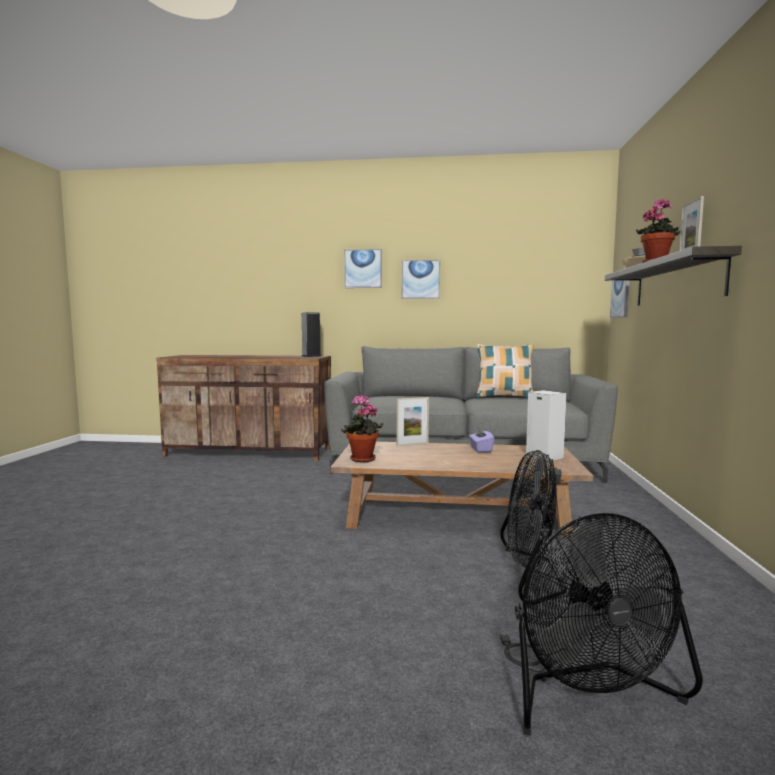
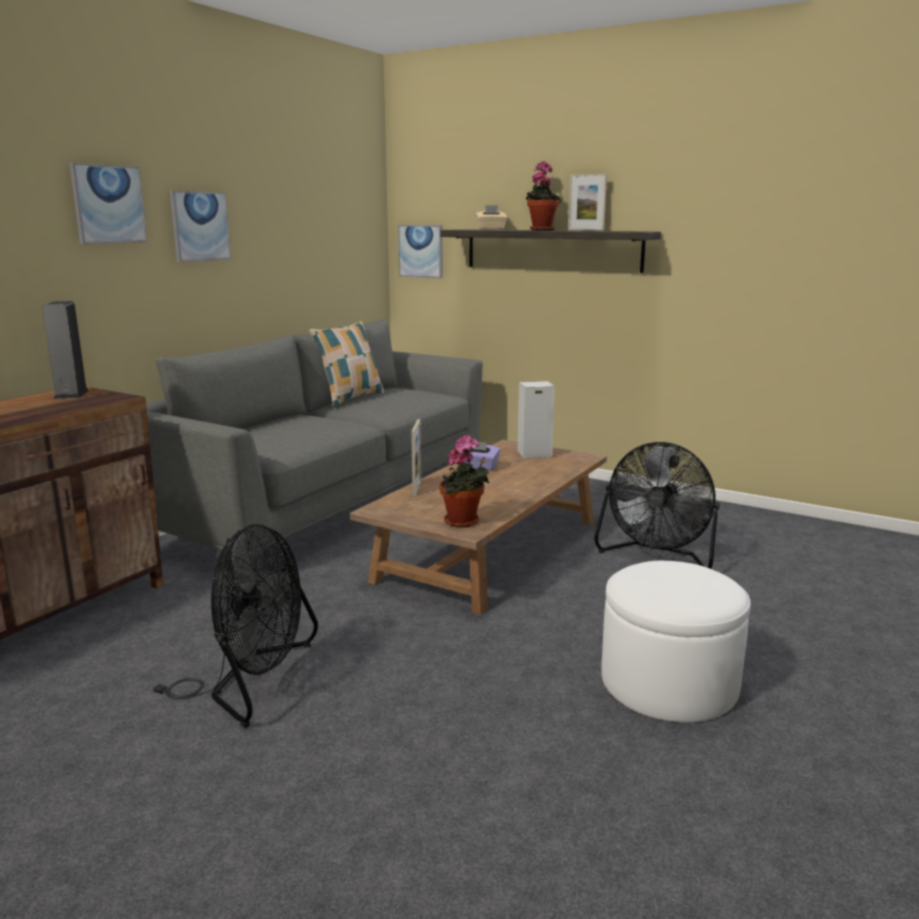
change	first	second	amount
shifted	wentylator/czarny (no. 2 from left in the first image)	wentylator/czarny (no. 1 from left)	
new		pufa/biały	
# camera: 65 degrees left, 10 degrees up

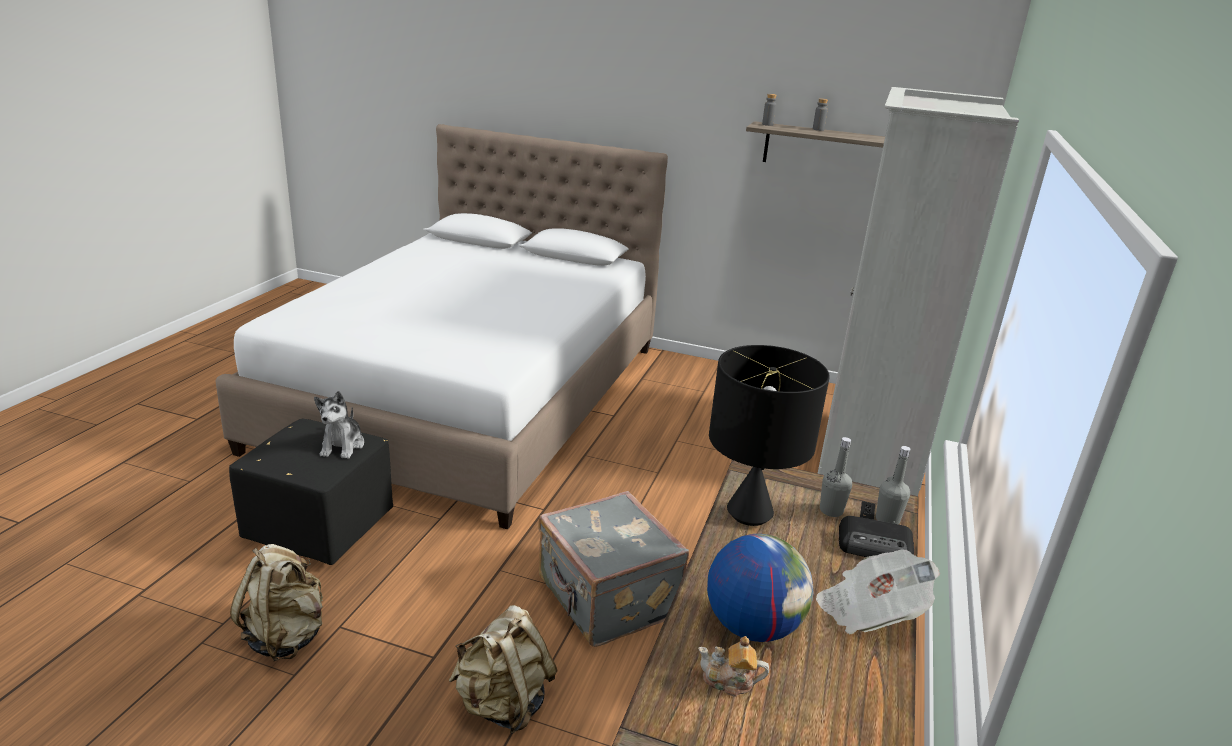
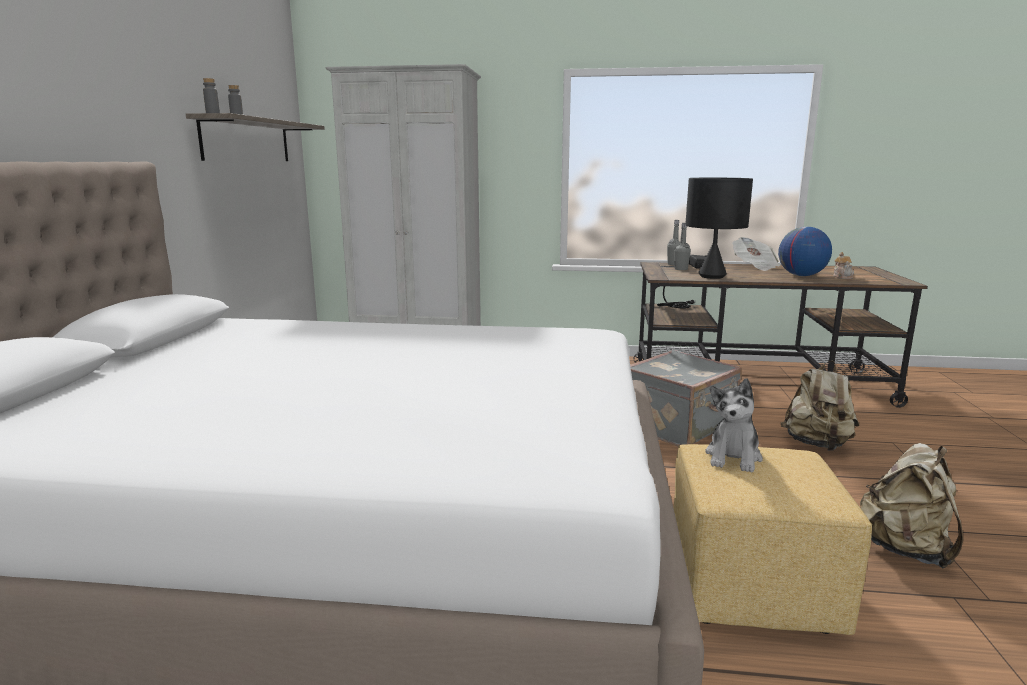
change	first	second	amount
repainted	pufa/czarny	pufa/żółty	
rotated	pluszak		120 degrees clockwise
# camera: 100 degrees left, 10 degrees down

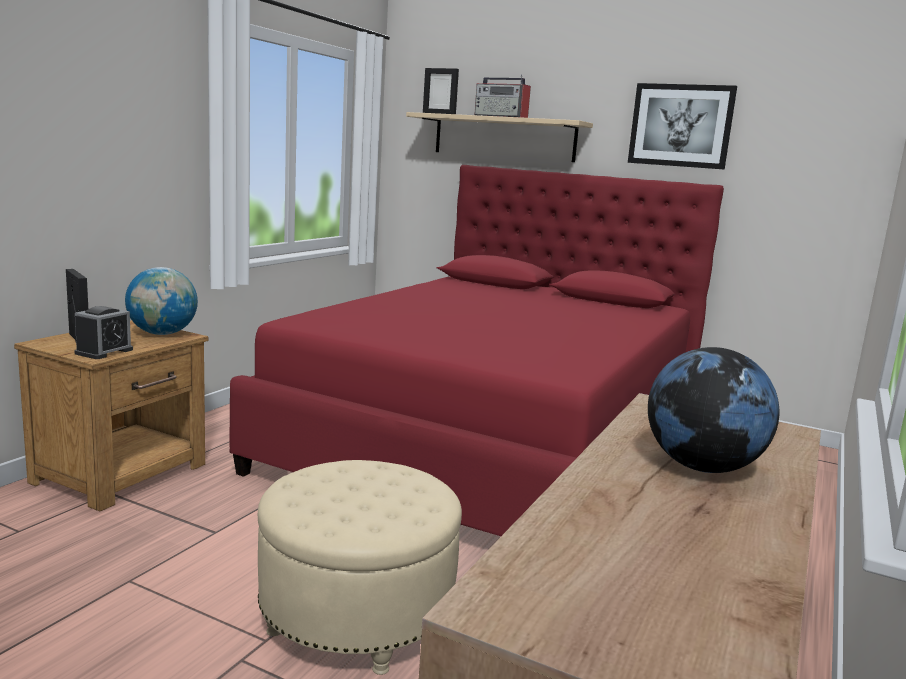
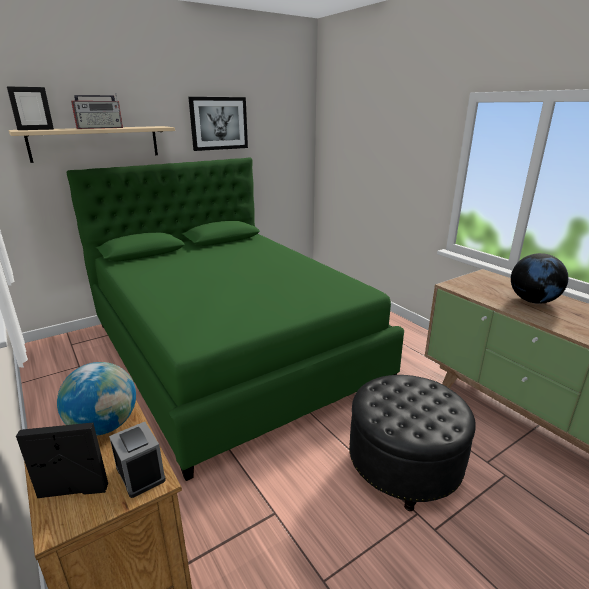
change	first	second	amount
repainted	łóżko/czerwony	łóżko/zielony	
repainted	pufa/beżowy	pufa/czarny	
# camera: 60 degrees left, 10 degrees up

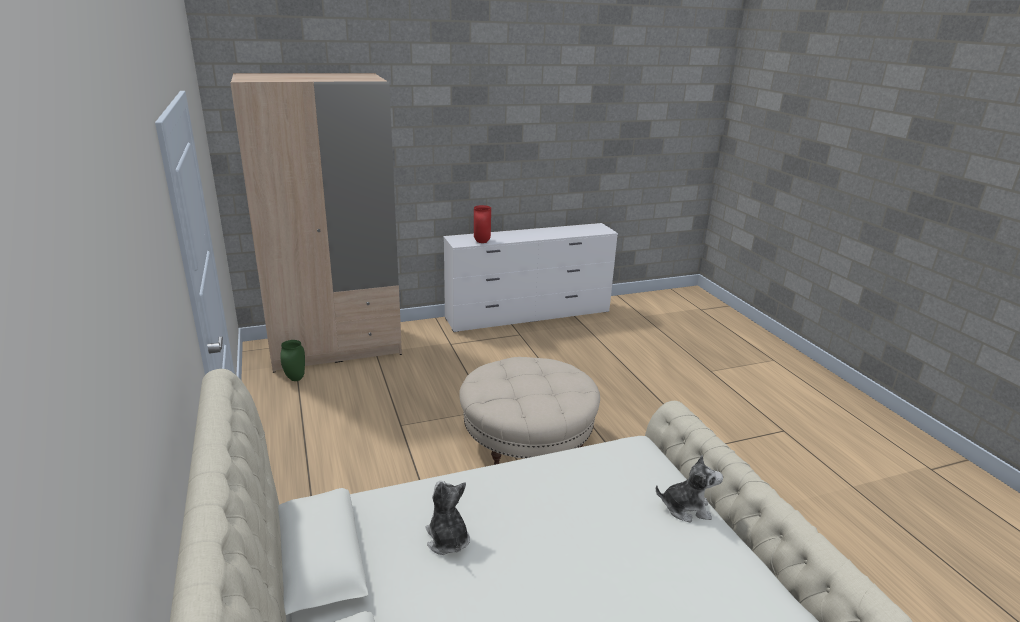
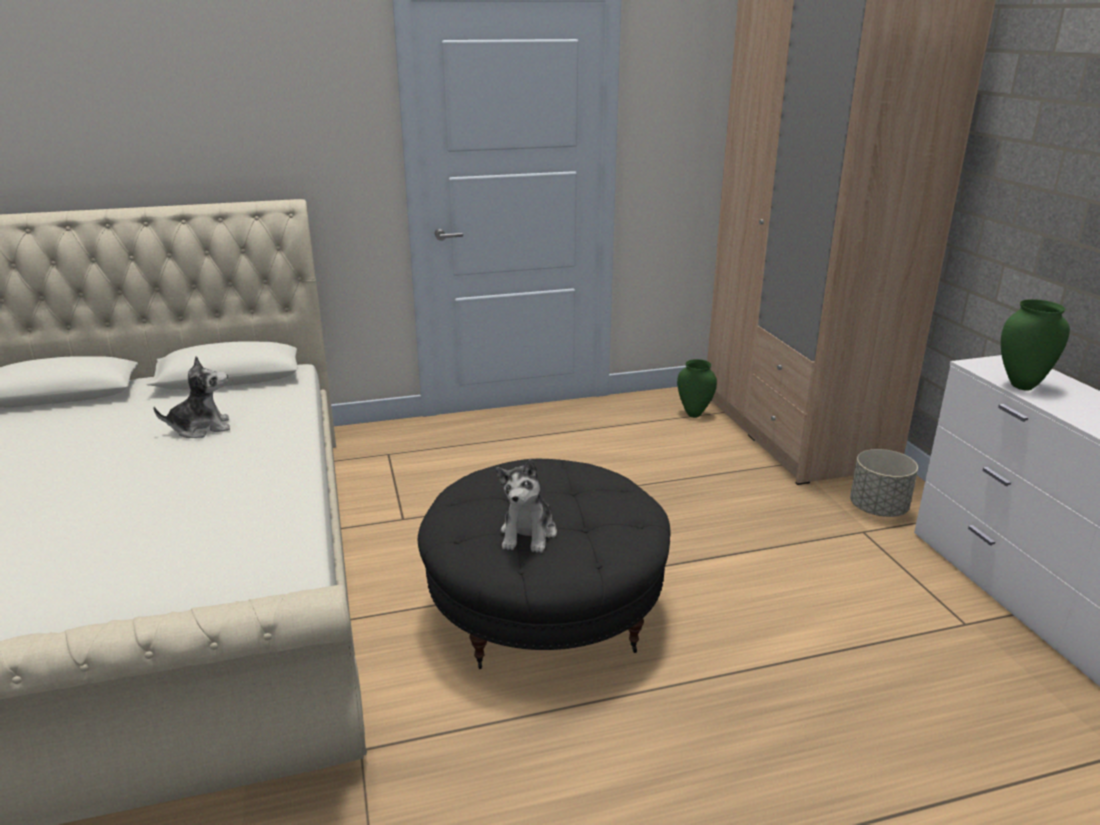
change	first	second	amount
repainted	pufa/beżowy	pufa/czarny	
repainted	wazon/czerwony	wazon/zielony (no. 2 from left)	
shifted	pluszak (no. 2 from left)		
new		donica/szary	
# camera: 95 degrees right, 0 degrees up

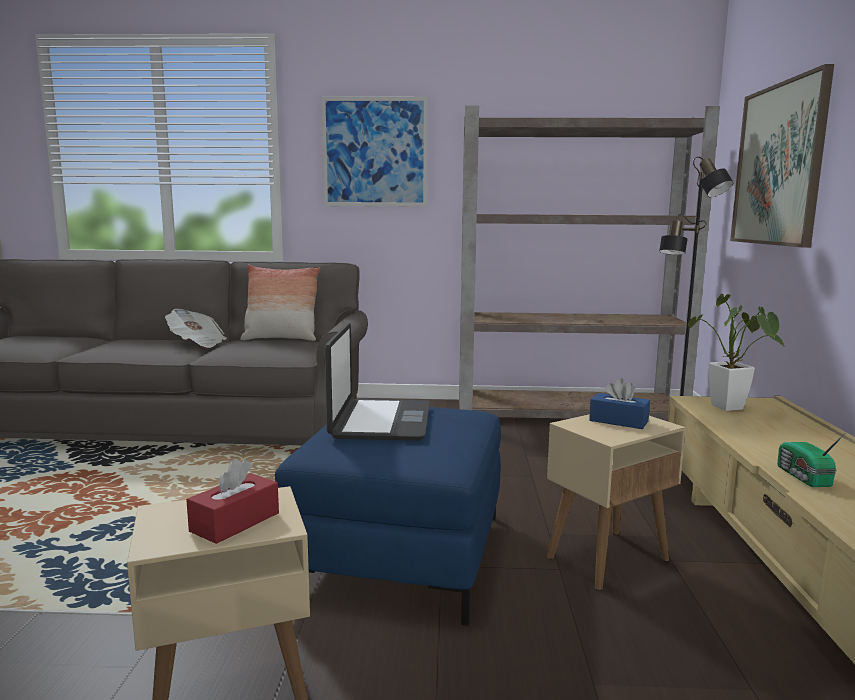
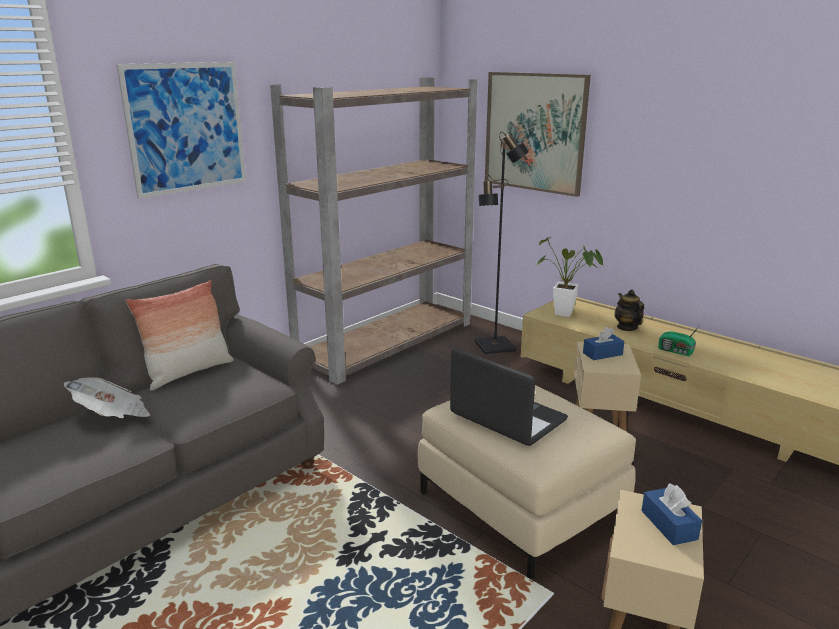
change	first	second	amount
repainted	pudełko chusteczek/czerwony	pudełko chusteczek/niebieski (no. 2 from left)	
repainted	pufa/niebieski	pufa/beżowy	
new		imbryk	
# camera: 50 degrees left, 10 degrees up

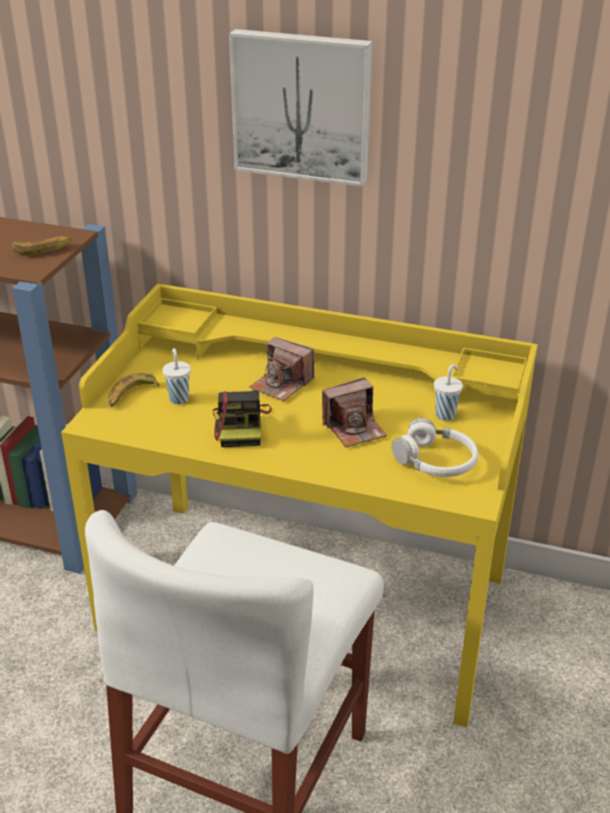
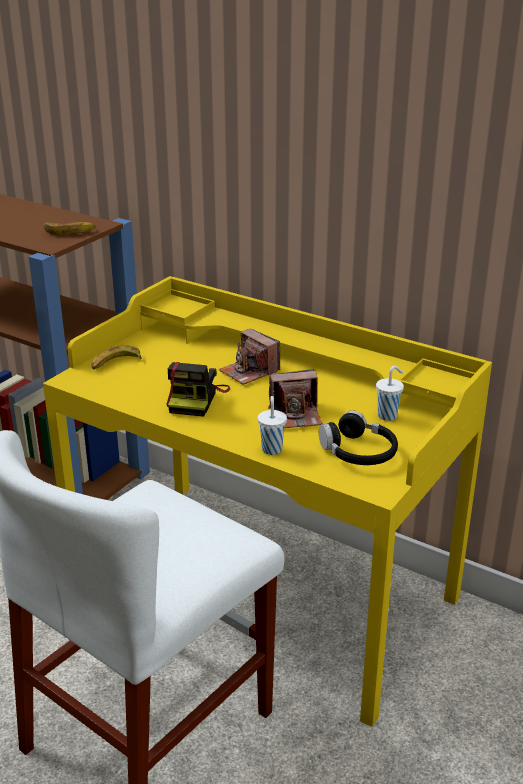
change	first	second	amount
shifted	filiżanka/biały (no. 1 from left)		
gone	obraz		
repainted	słuchawki/biały	słuchawki/czarny	
# camera: 15 degrees right, 5 degrees down

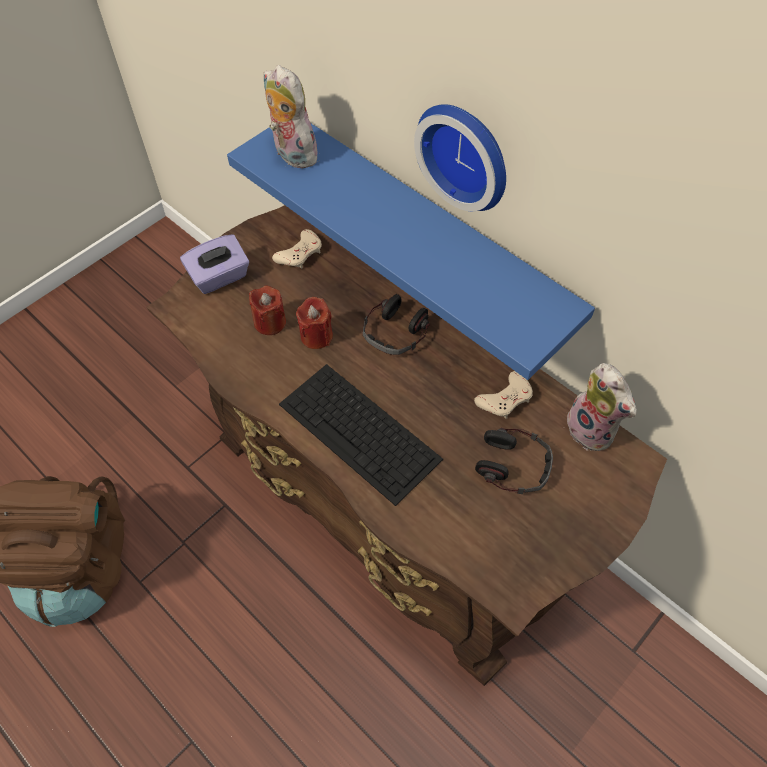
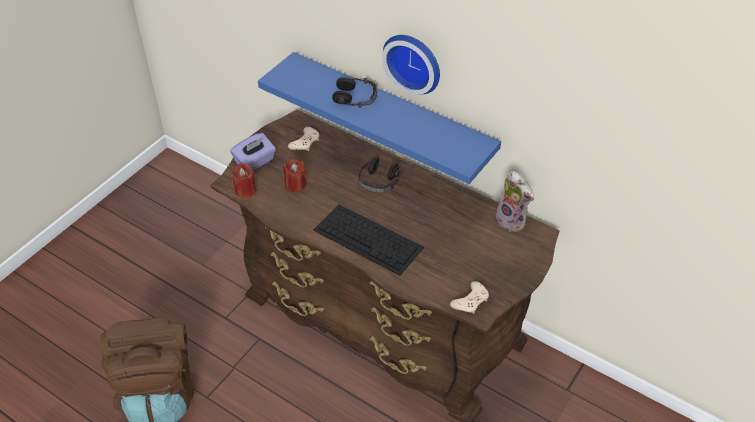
change	first	second	amount
gone	pluszak (no. 1 from left)		
shifted	świeca/czerwony (no. 2 from left in the first image)	świeca/czerwony (no. 1 from left)	
shifted	pad do gier/beżowy (no. 2 from left)		
shifted	słuchawki (no. 2 from left in the first image)	słuchawki (no. 1 from left)	
# camera: 10 degrees left, 10 degrees down

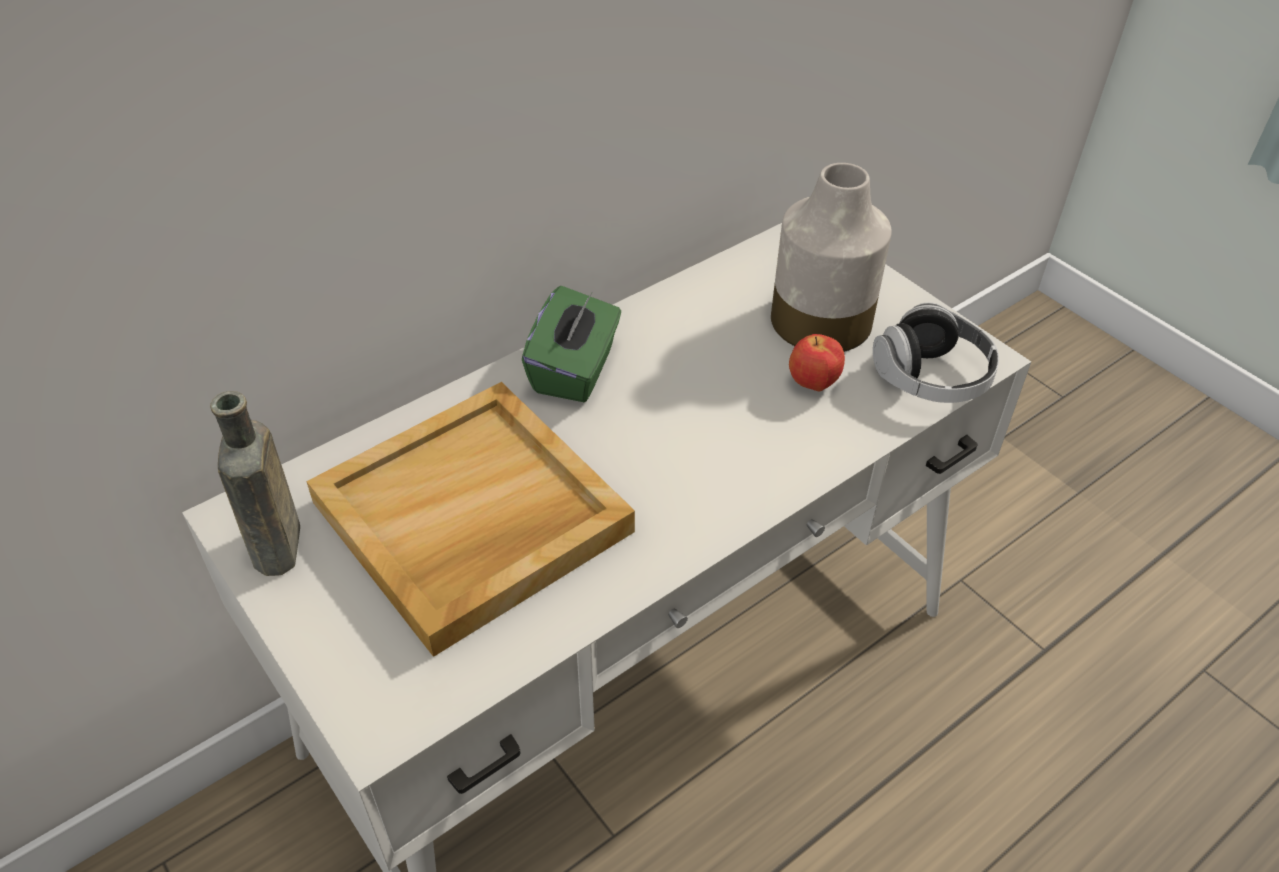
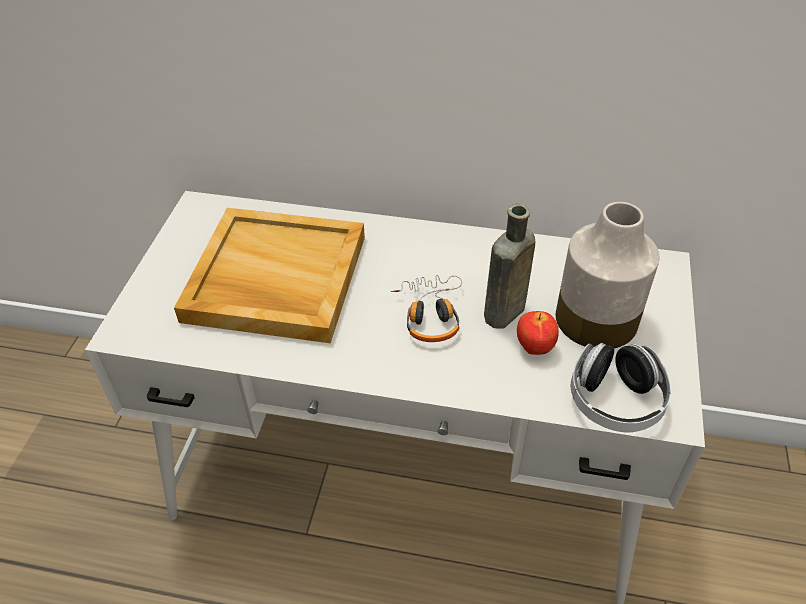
change	first	second	amount
shifted	butelka/brązowy		
gone	pudełko chusteczek/zielony		
new		słuchawki (no. 1 from left)	
# camera: 50 degrees right, 0 degrees up

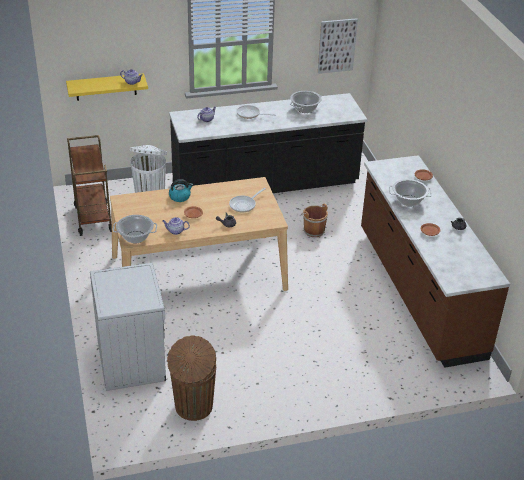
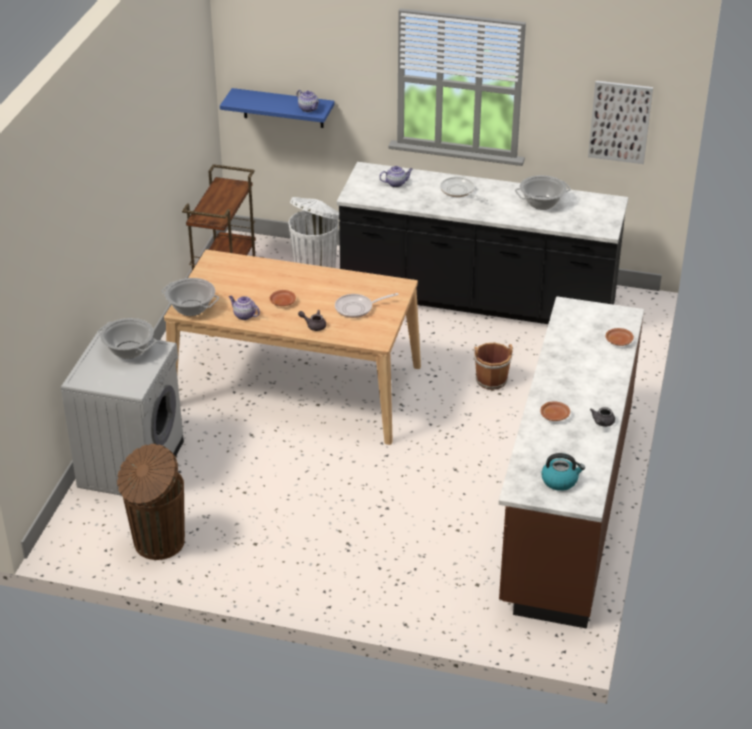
change	first	second	amount
repainted	półka/żółty	półka/niebieski	
shifted	czajnik		
shifted	garnek (no. 3 from left in the first image)	garnek (no. 1 from left)	
# camera: 30 degrees right, 0 degrees up

